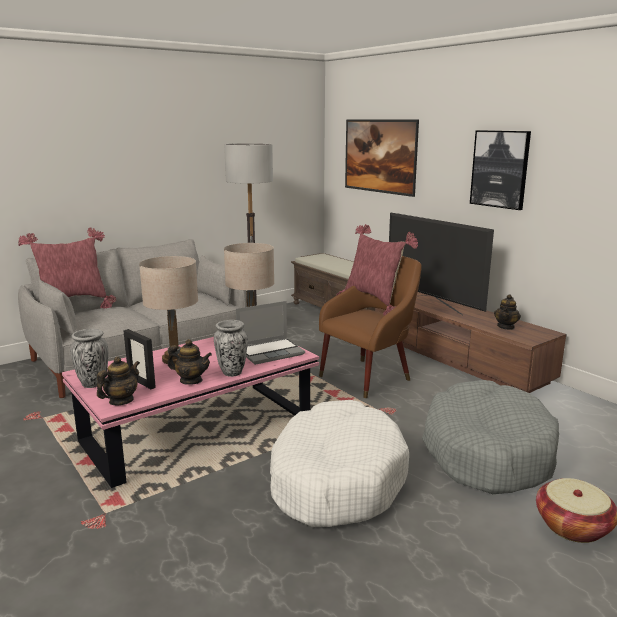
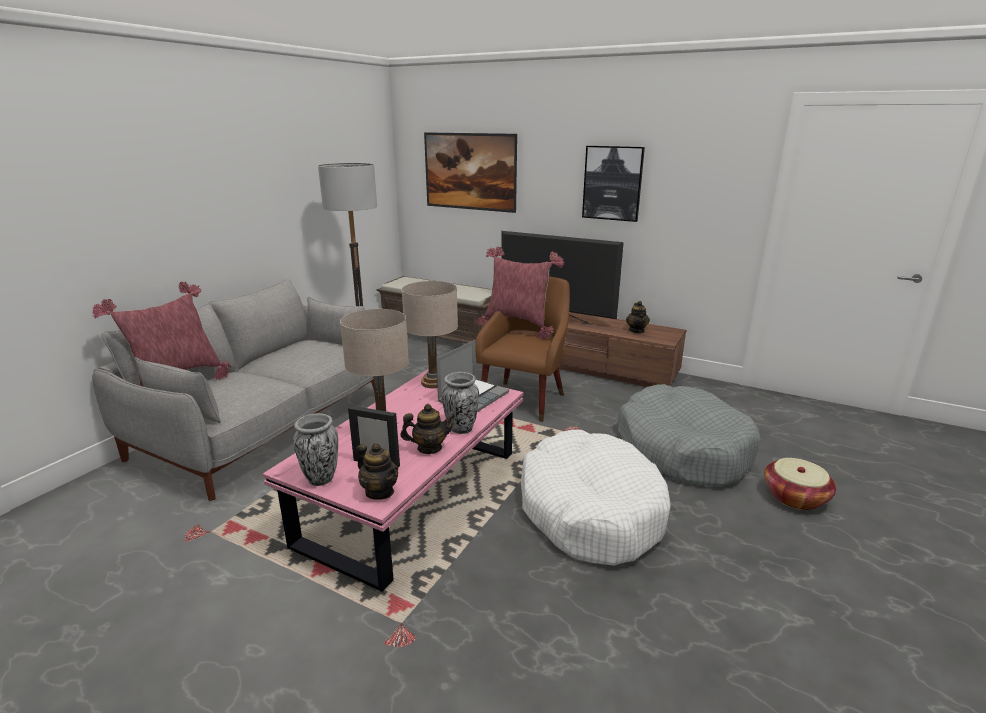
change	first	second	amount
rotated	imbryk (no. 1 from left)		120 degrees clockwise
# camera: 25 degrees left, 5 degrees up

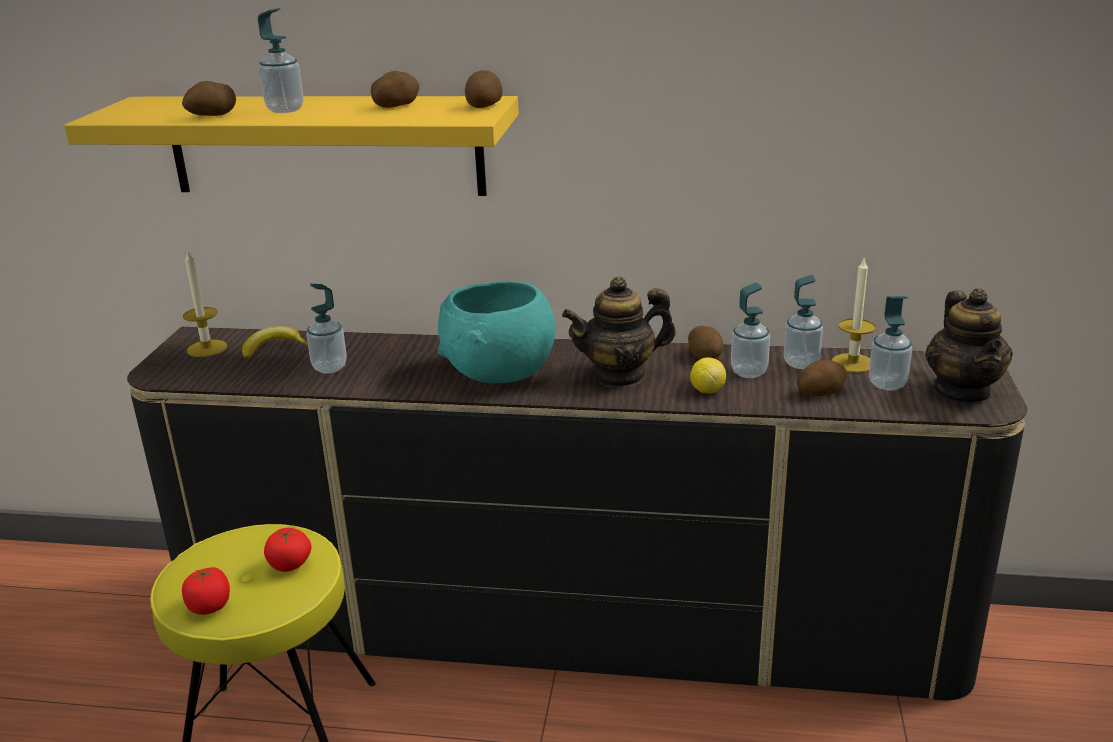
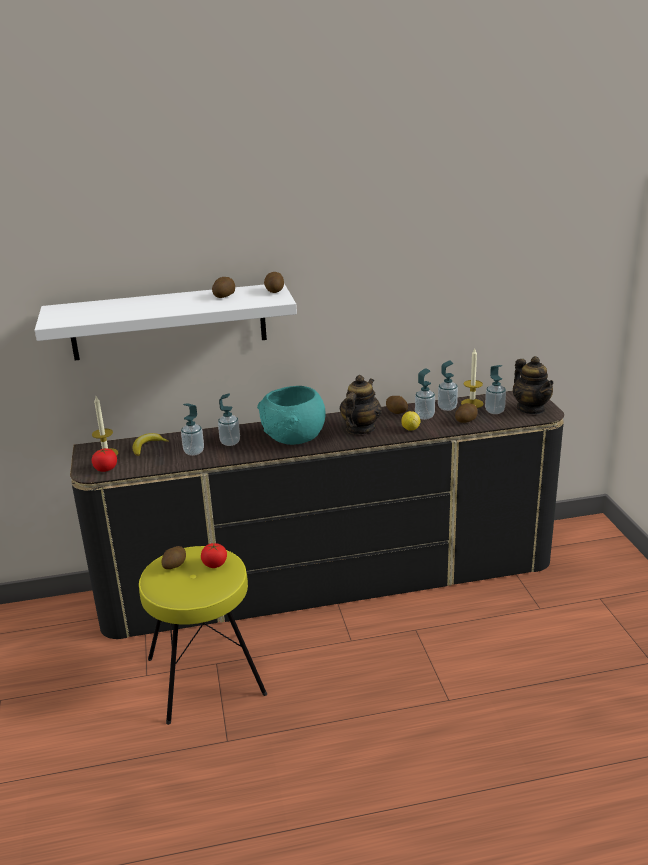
change	first	second	amount
repainted	półka/żółty	półka/biały	
shifted	ziemniak (no. 1 from left)		
shifted	pomidor (no. 1 from left)		
shifted	dozownik mydła (no. 1 from left in the first image)	dozownik mydła (no. 2 from left)	
rotated	imbryk (no. 1 from left)		150 degrees clockwise
# camera: 20 degrees left, 0 degrees up

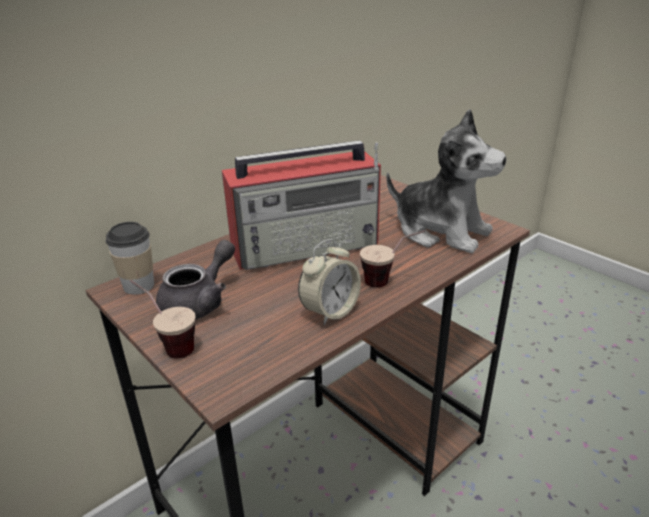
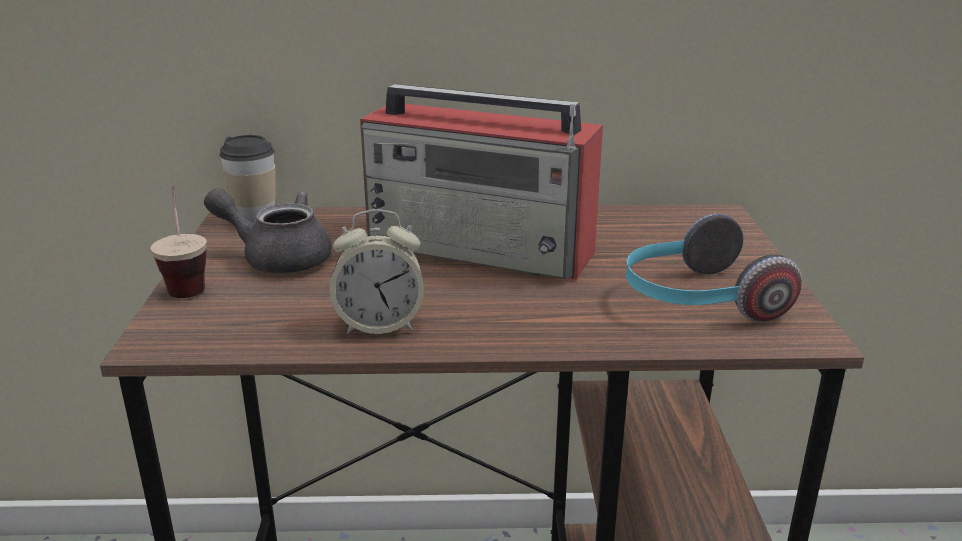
change	first	second	amount
rotated	imbryk/szary		150 degrees counterclockwise
gone	filiżanka (no. 3 from left)		
swapped	pluszak	słuchawki	
# camera: 40 degrees right, 5 degrees down

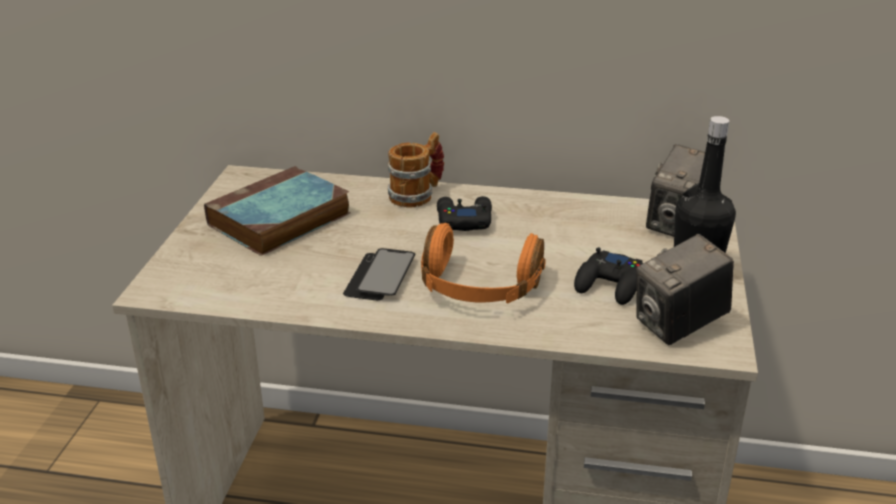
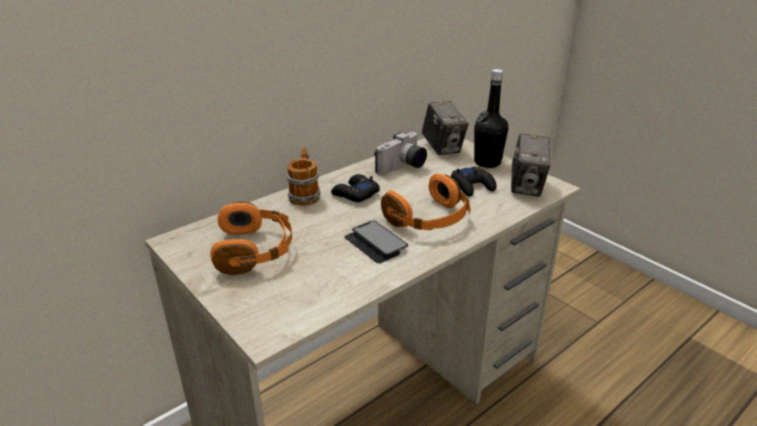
change	first	second	amount
swapped	książka	słuchawki/pomarańczowy (no. 1 from left)	
new		aparat fotograficzny (no. 1 from left)	
# camera: 50 degrees left, 0 degrees up

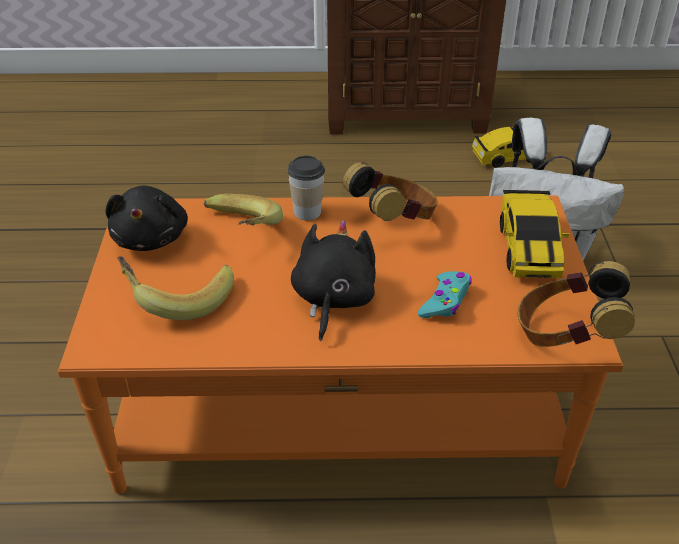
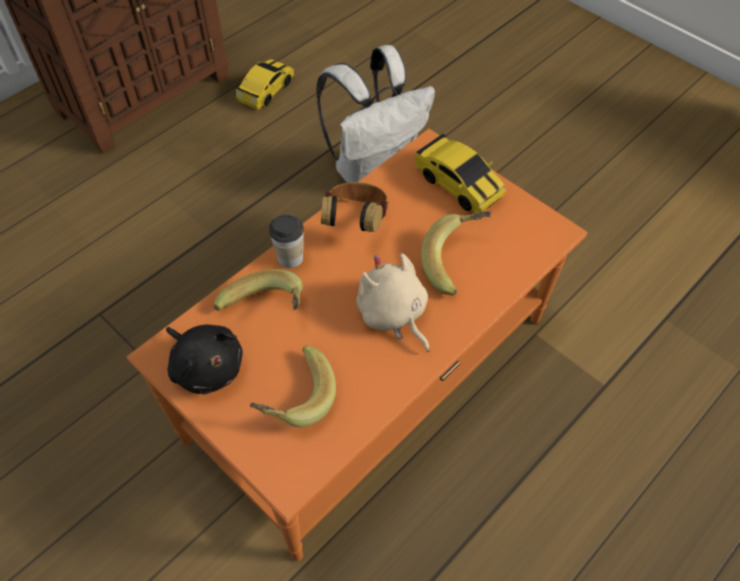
change	first	second	amount
repainted	pluszak/czarny (no. 2 from left)	pluszak/beżowy	
swapped	pad do gier/turkusowy	banan (no. 3 from left)	
gone	słuchawki (no. 2 from left)		
# camera: 45 degrees left, 15 degrees up

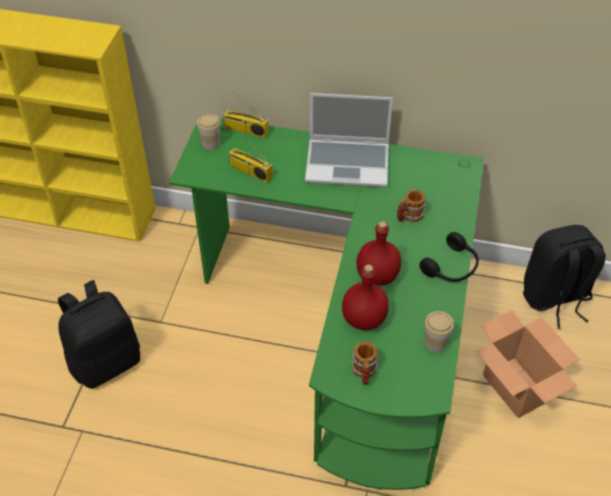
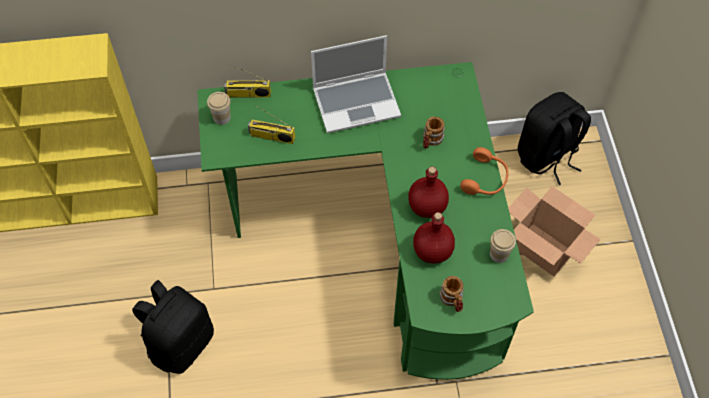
change	first	second	amount
repainted	słuchawki/czarny	słuchawki/pomarańczowy	
# camera: 20 degrees left, 10 degrees up

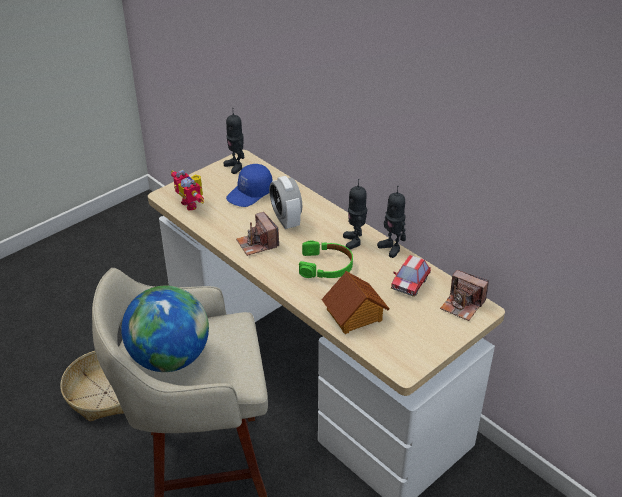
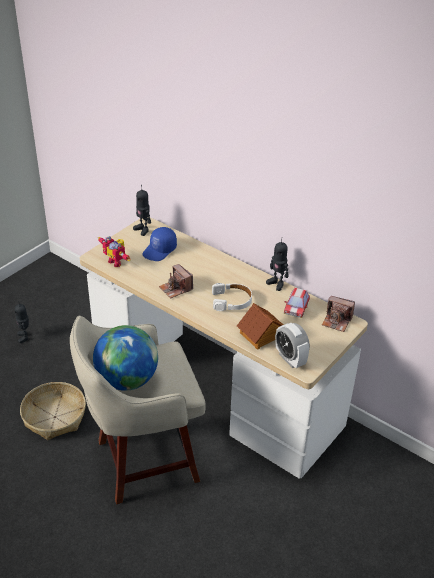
change	first	second	amount
shifted	budzik		
repainted	słuchawki/zielony	słuchawki/biały	
shifted	robot zabawkowy (no. 3 from left in the first image)	robot zabawkowy (no. 1 from left)	
# camera: 10 degrees left, 0 degrees up

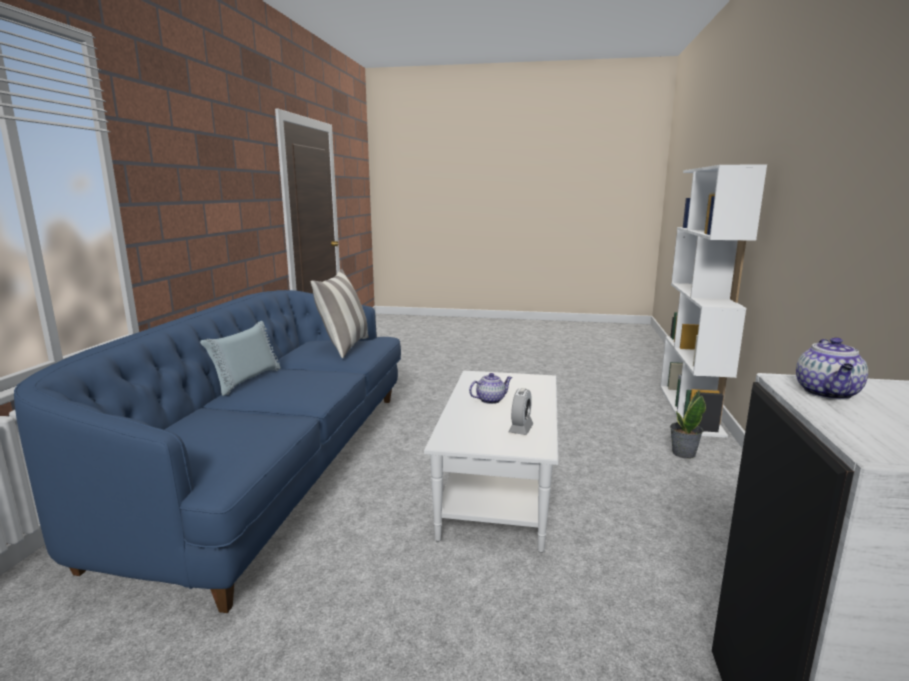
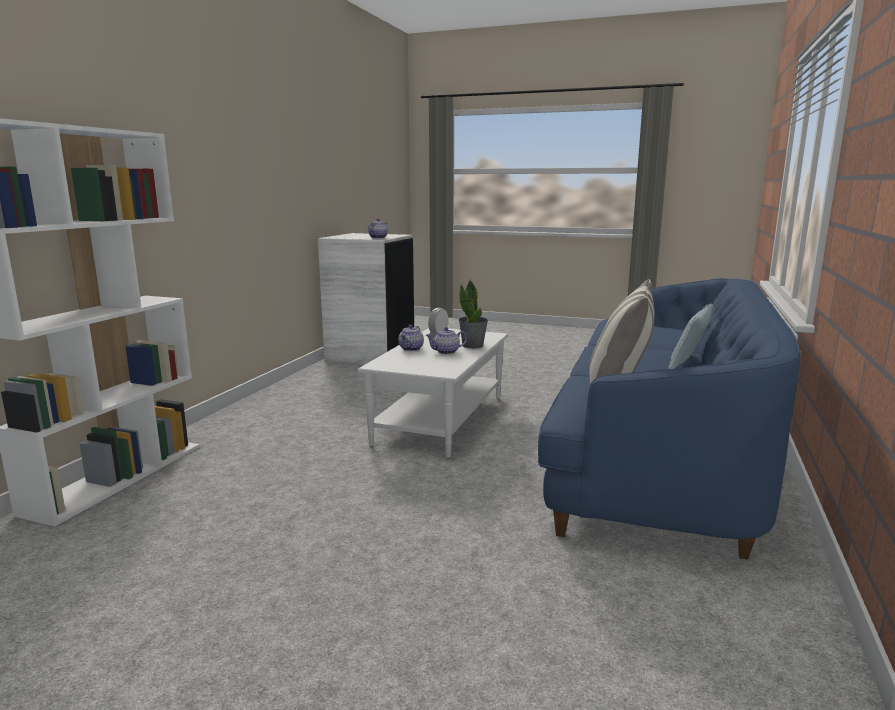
change	first	second	amount
shifted	roślina doniczkowa		
new		imbryk (no. 2 from left)	
# camera: 170 degrees left, 0 degrees up

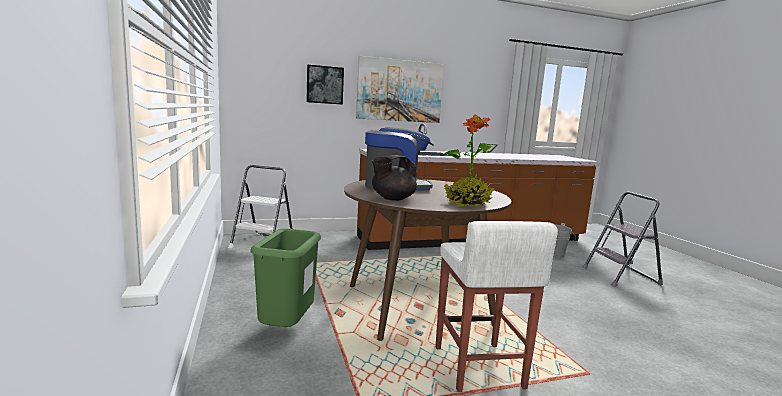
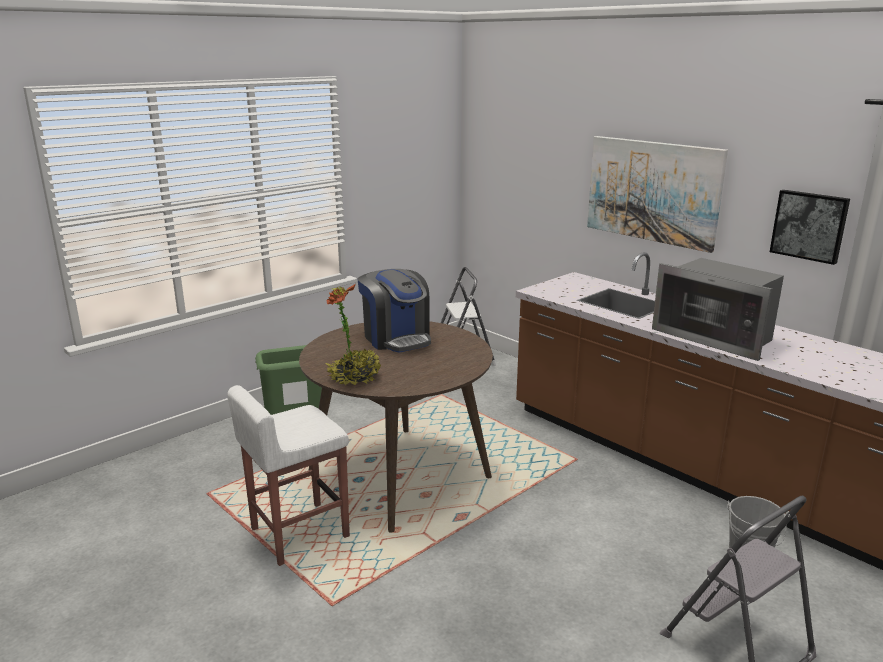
change	first	second	amount
shifted	obraz (no. 1 from left in the first image)	obraz (no. 2 from left)	
gone	imbryk/czarny		
new		mikrofalówka	
# camera: 65 degrees right, 10 degrees up

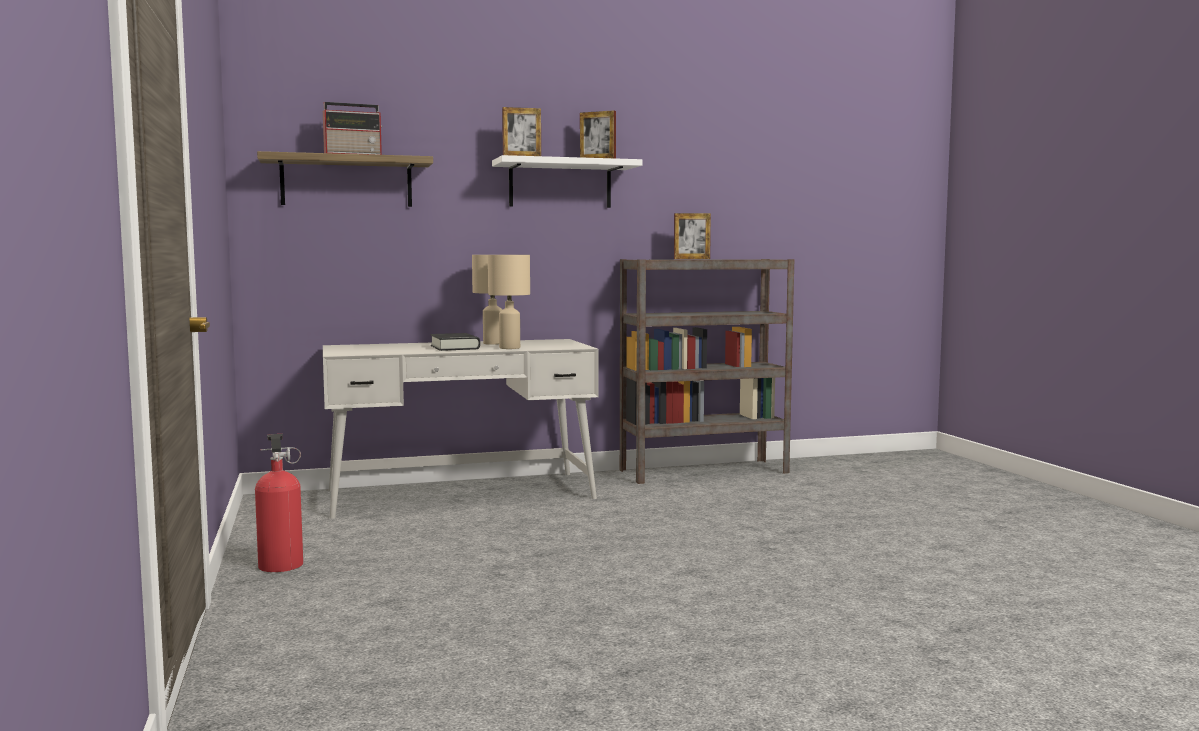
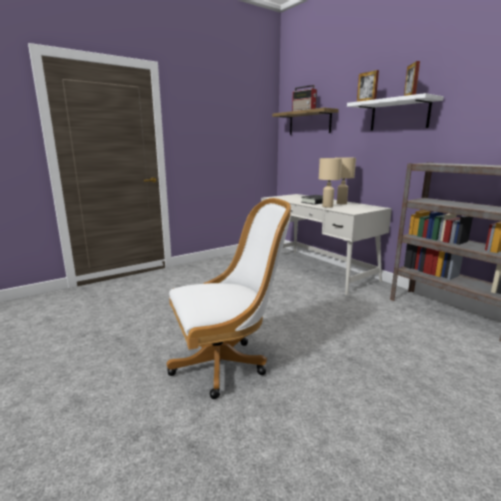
change	first	second	amount
gone	gaśnica		
gone	ramka na zdjęcie (no. 3 from left)		
new		krzesło biurowe/biały	
# camera: 70 degrees right, 10 degrees up

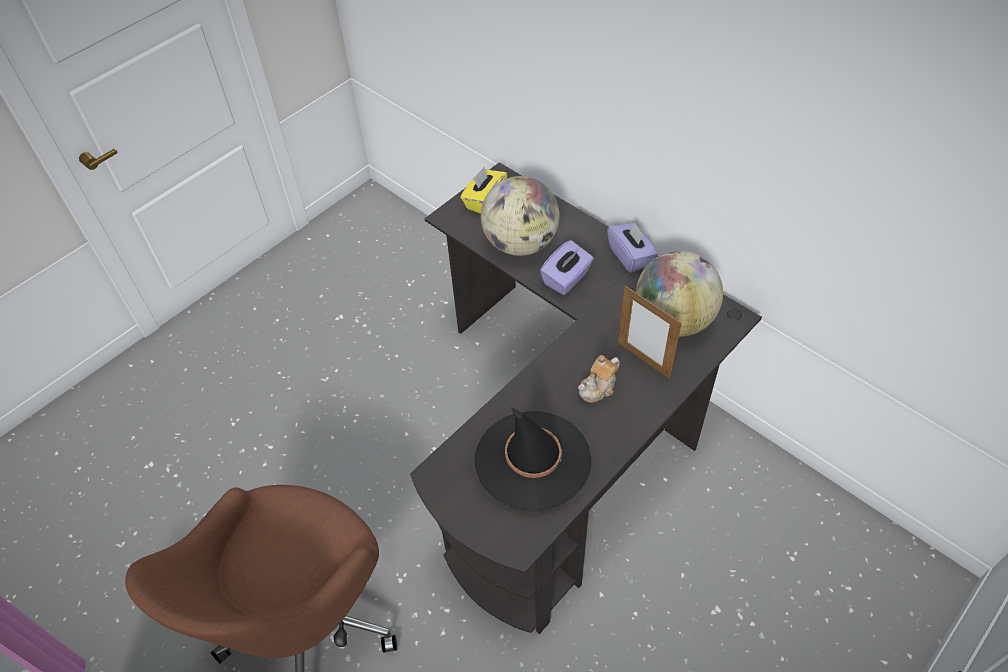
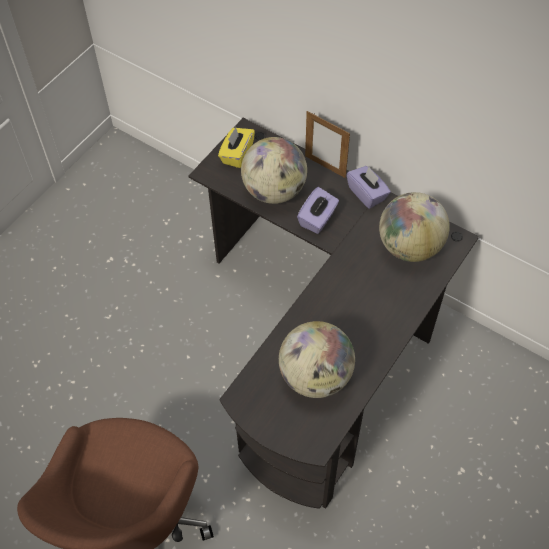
change	first	second	amount
swapped	kapelusz/czarny	globus (no. 2 from left)	
gone	imbryk		
shifted	ramka na zdjęcie		
# camera: 10 degrees left, 5 degrees up

